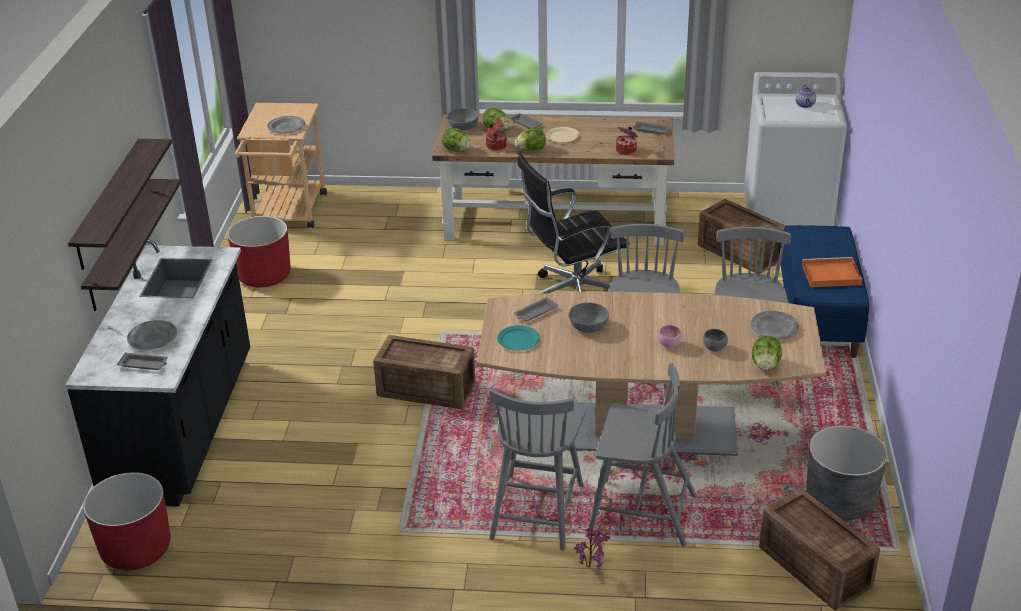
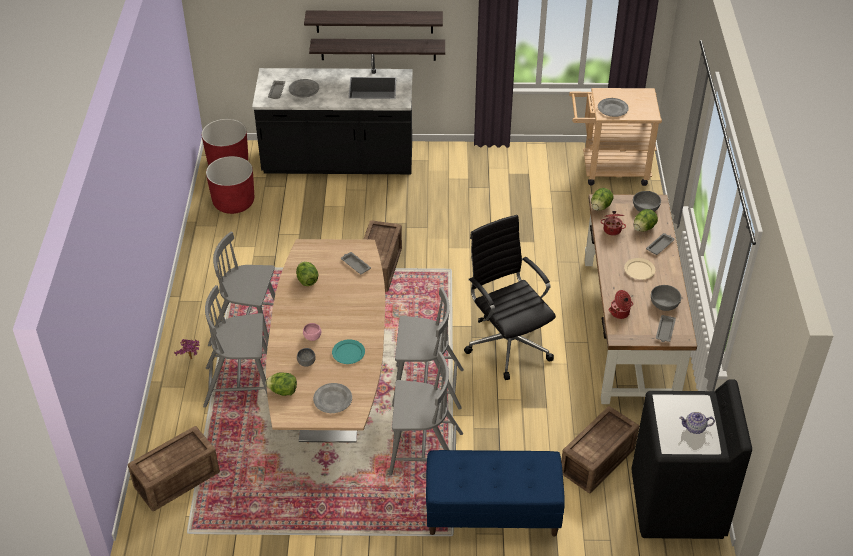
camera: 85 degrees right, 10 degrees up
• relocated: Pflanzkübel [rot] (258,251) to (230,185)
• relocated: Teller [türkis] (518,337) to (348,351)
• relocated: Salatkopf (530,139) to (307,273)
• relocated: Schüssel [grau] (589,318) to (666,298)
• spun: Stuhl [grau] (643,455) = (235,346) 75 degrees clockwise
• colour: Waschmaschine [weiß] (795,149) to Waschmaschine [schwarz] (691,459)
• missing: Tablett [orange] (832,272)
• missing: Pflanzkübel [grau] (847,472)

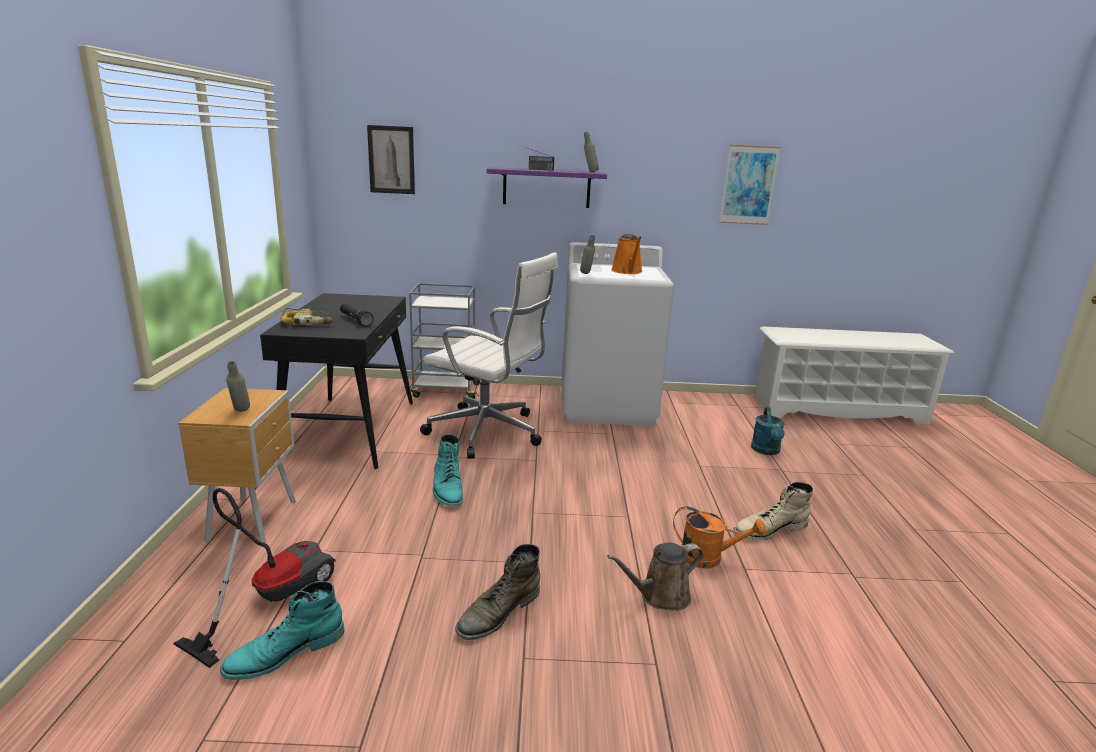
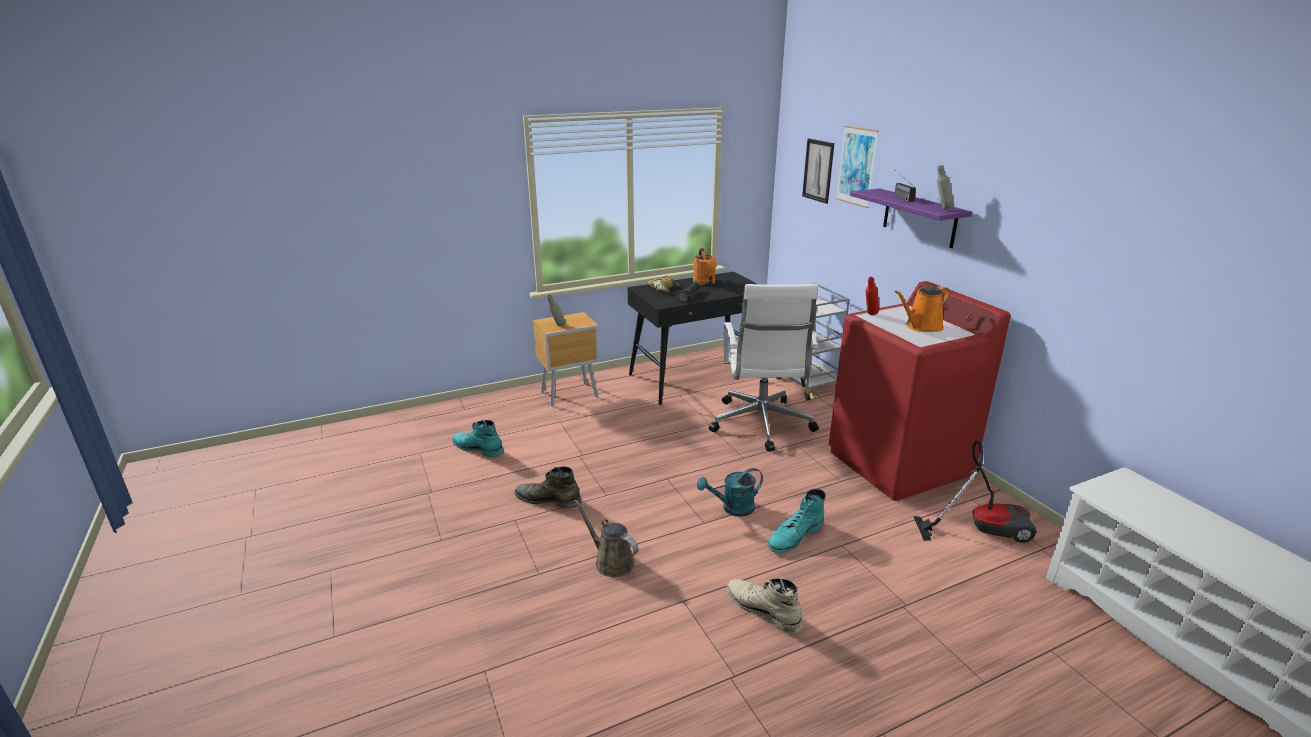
camera: 65 degrees right, 5 degrees up
• relocated: Staubsauger (254,578) to (975,491)
• relocated: Stiefel [türkis] (448,470) to (796,521)
• colour: Waschmaschine [weiß] (618,334) to Waschmaschine [rot] (920,391)
• colour: Flasche [grau] (587,254) to Flasche [rot] (872,296)
• relocated: Gießkanne [orange] (719,537) to (705,266)
• relocated: Bild (749,185) to (857,167)
• relocated: Gießkanne [türkis] (767,431) to (730,492)

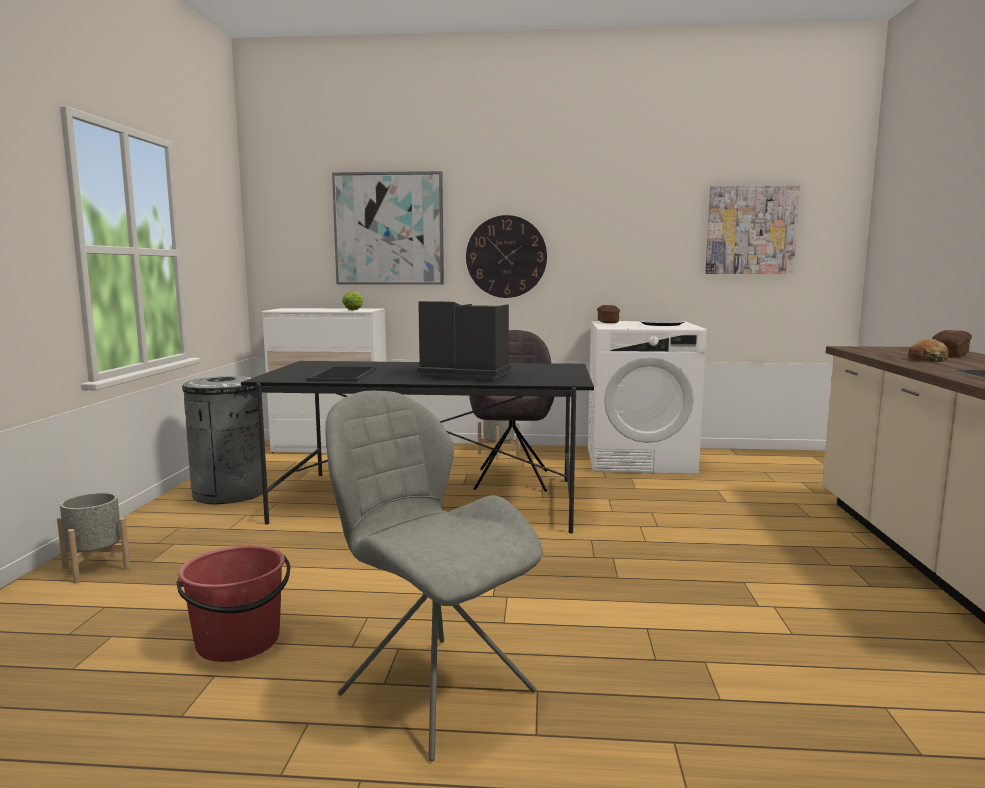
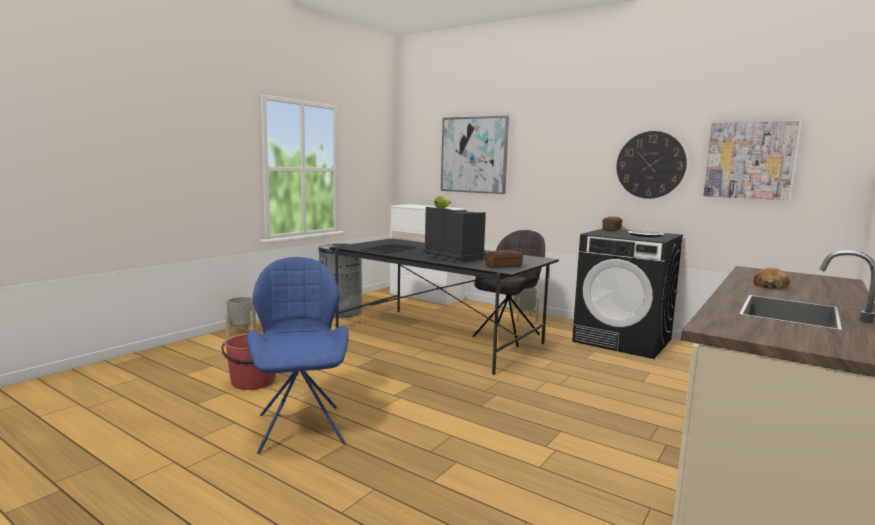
camera: 30 degrees right, 0 degrees up
• colour: Stuhl [grau] (434,576) to Stuhl [blau] (298,355)
• relocated: Wanduhr (506,256) to (652,165)
• colour: Waschmaschine [weiß] (647,397) to Waschmaschine [schwarz] (627,294)
• relocated: Brot (952,343) to (504,259)

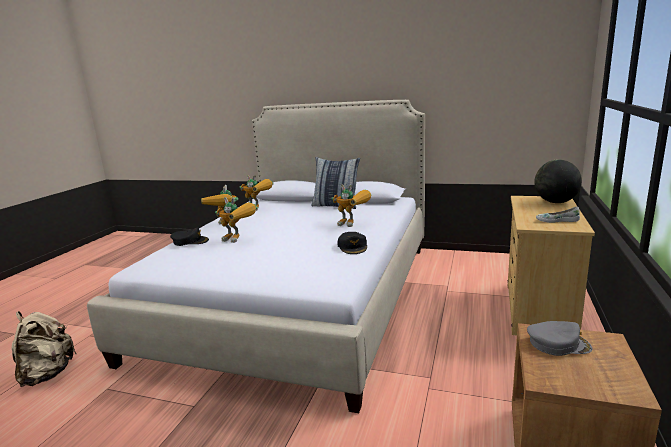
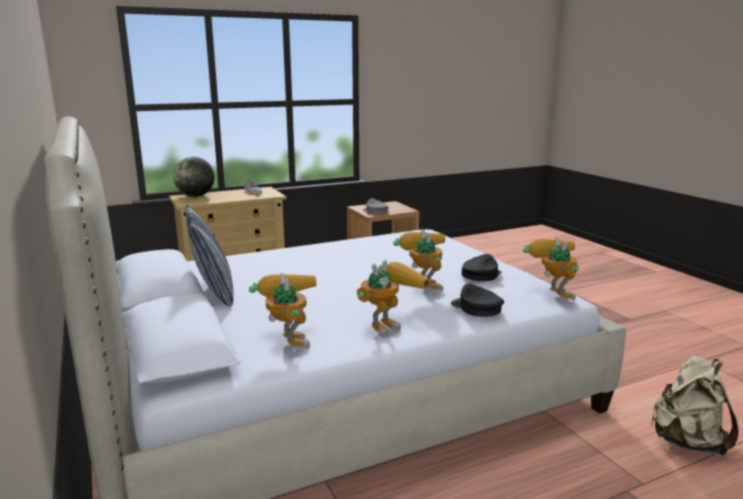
camera: 135 degrees left, 0 degrees up
• relocated: Spielzeugroboter (351,205) to (551,268)
• relocated: Kappe [schwarz] (352,243) to (481,267)

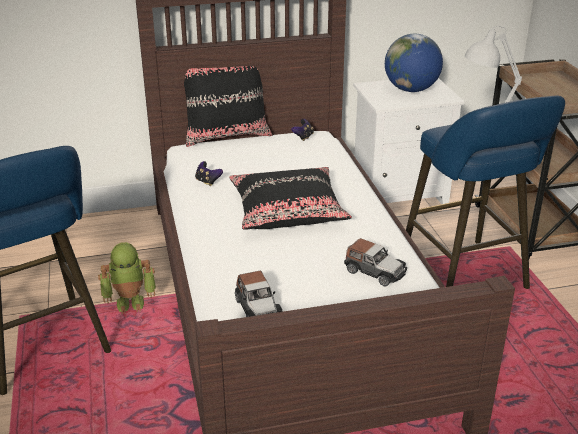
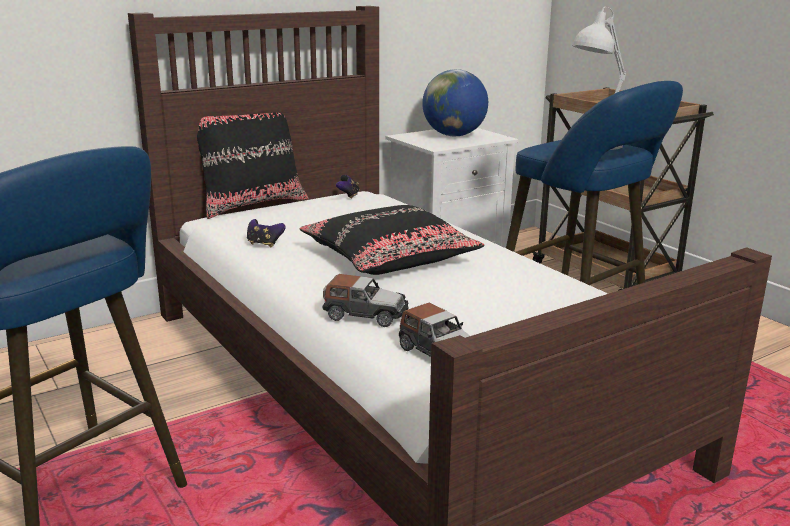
camera: 20 degrees left, 10 degrees down
• missing: Spielzeugroboter (127,278)
• relocated: Spielzeugauto (375,262) to (365,300)

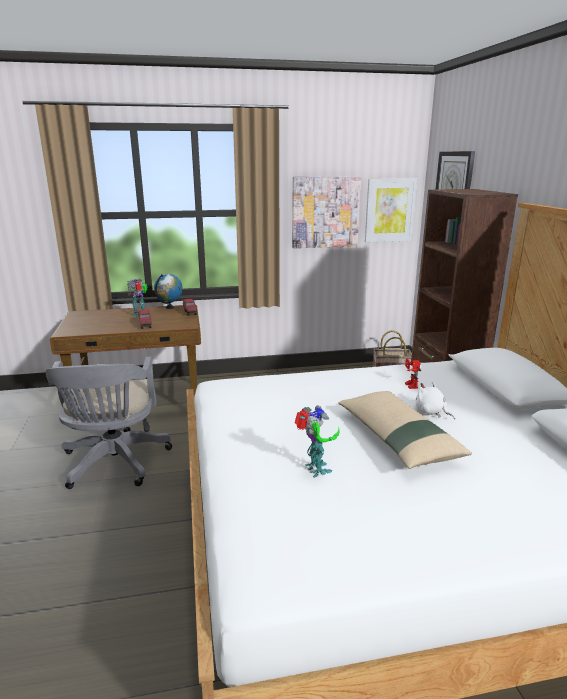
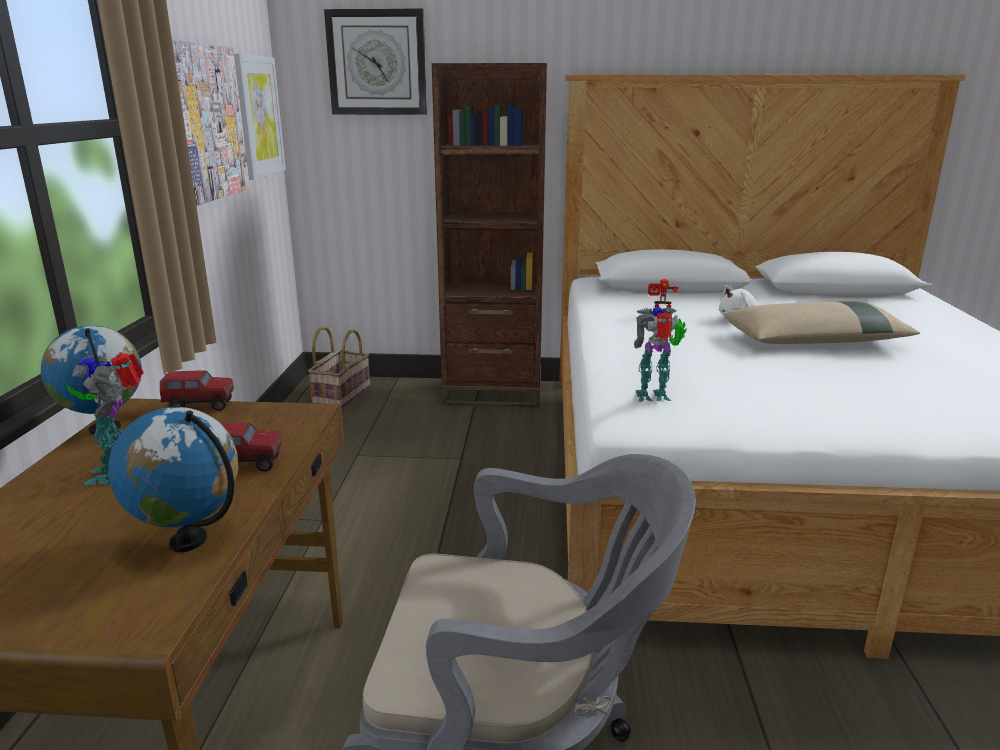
camera: 75 degrees left, 0 degrees up
• relocated: Spielzeugroboter (317,441) to (660,354)
• appeared: Globus (173,479)

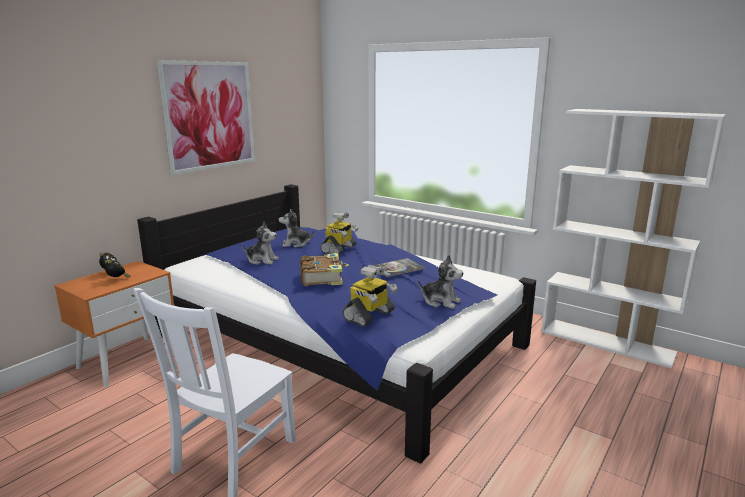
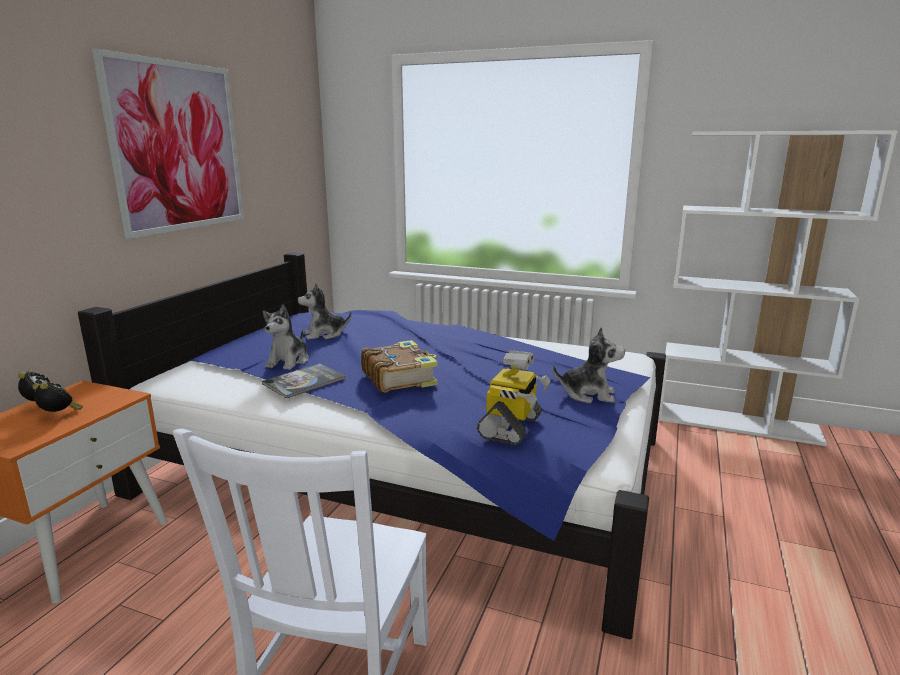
camera: 15 degrees left, 0 degrees up
• spun: Plüschtier (260,243) = (286,337) 105 degrees clockwise
• missing: Spielzeugroboter (339,233)
• relocated: Buch (398,267) to (304,381)

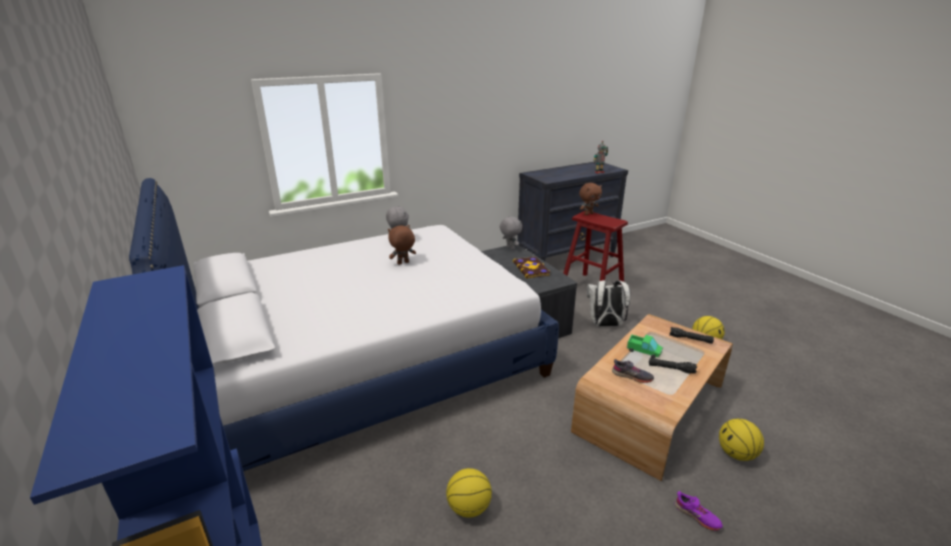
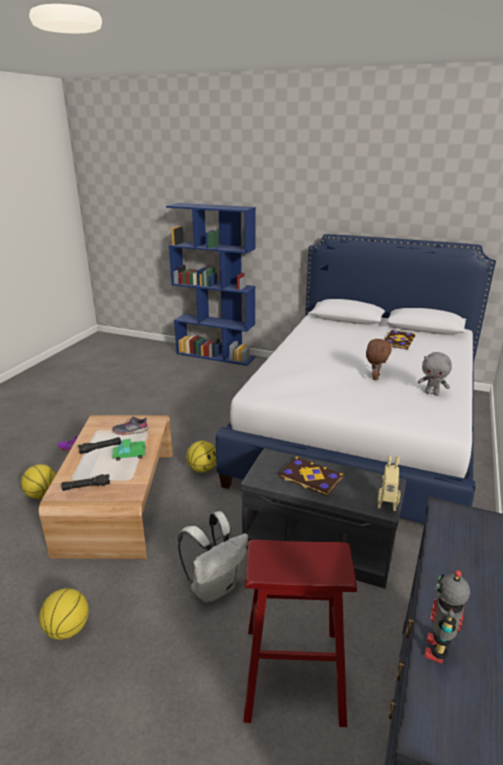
camera: 140 degrees right, 0 degrees up
• relocated: Basketball (469,493) to (201,457)
• exchanged: Plüschtier [grau] (511,233) to Spielzeugroboter (389,483)
• missing: Plüschtier [braun] (590,199)
• appeared: Buch (400,339)

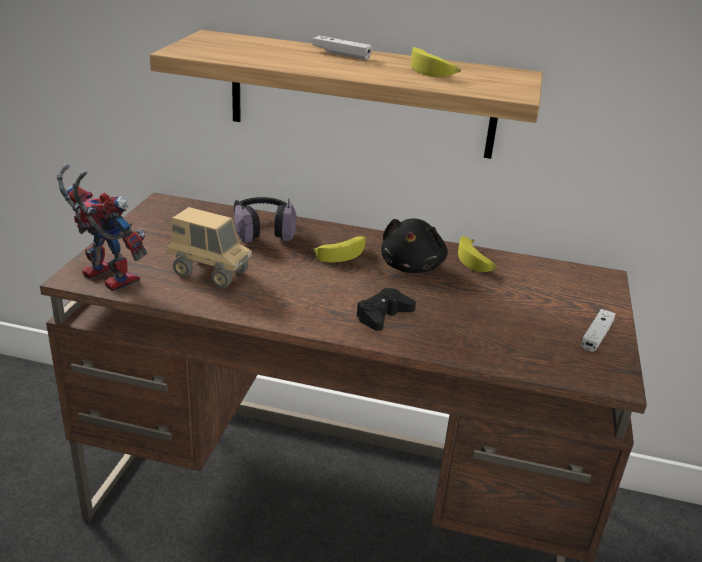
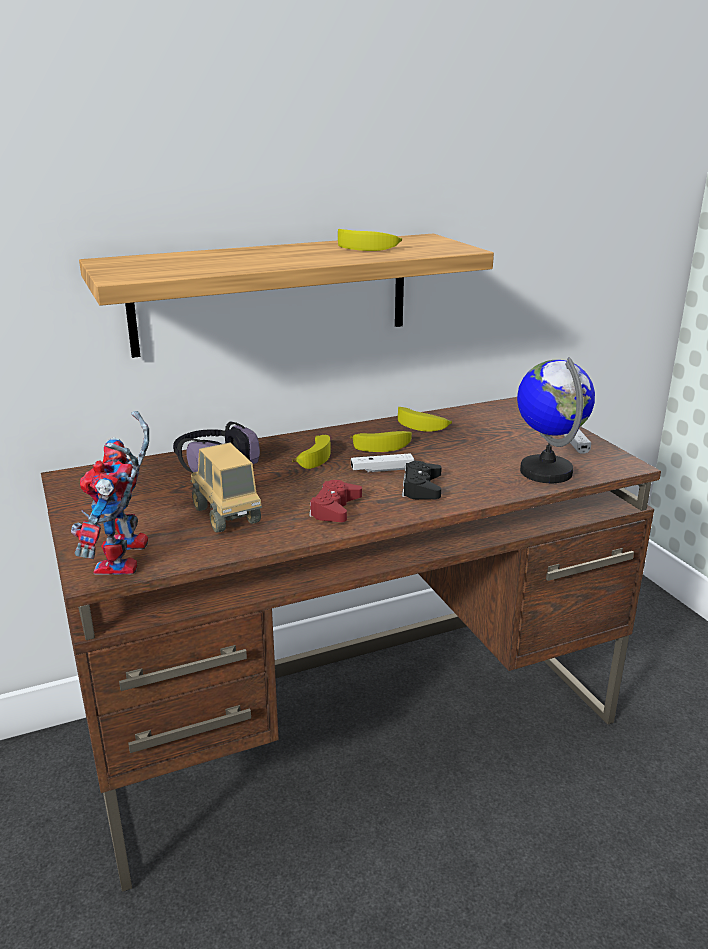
camera: 35 degrees left, 5 degrees down
• spun: Spielzeugroboter (102,227) = (110,493) 90 degrees counterclockwise
• spun: Spielzeuglaster (210,247) = (226,488) 105 degrees counterclockwise
• relocated: Gamepad [weiß] (342,48) to (382,462)
• exchanged: Plüschtier [schwarz] (414,245) to Banane (381,441)
• appeared: Gamepad [rot] (335,501)
• appeared: Globus (556,420)

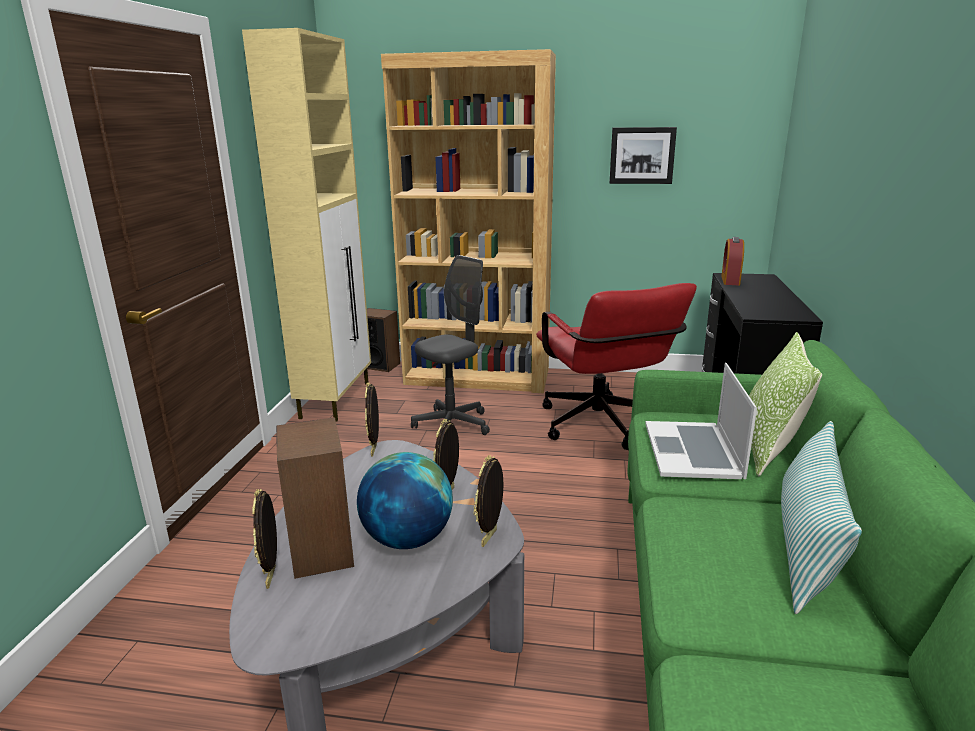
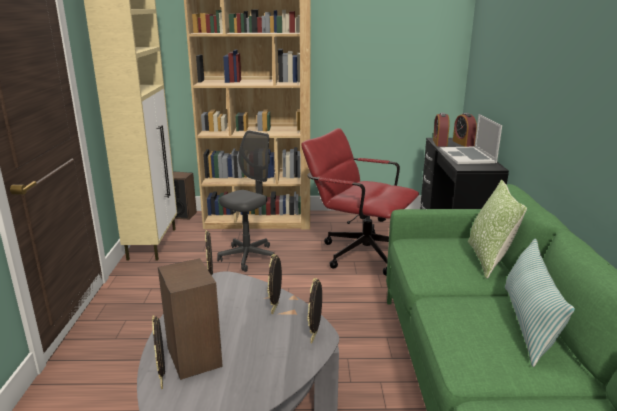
camera: 10 degrees left, 0 degrees up
• missing: Globus (405,500)
• spun: Bürostuhl [rot] (616,366) = (360,202) 150 degrees clockwise
• missing: Bild (643,155)
• relocated: Laptop (701,421) to (471,139)
• appeared: Wecker (465,130)

